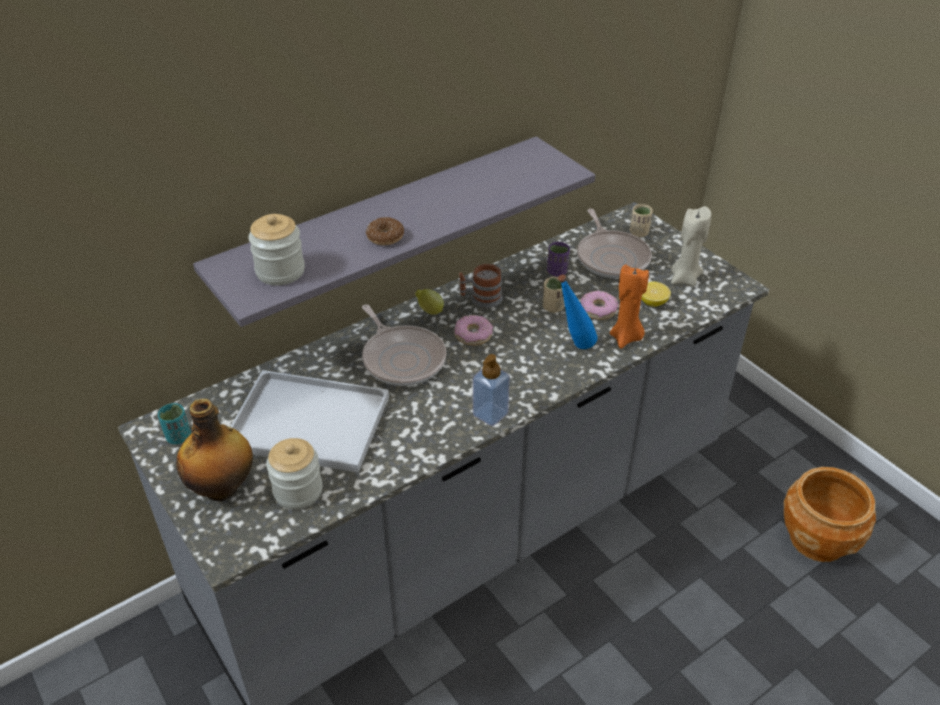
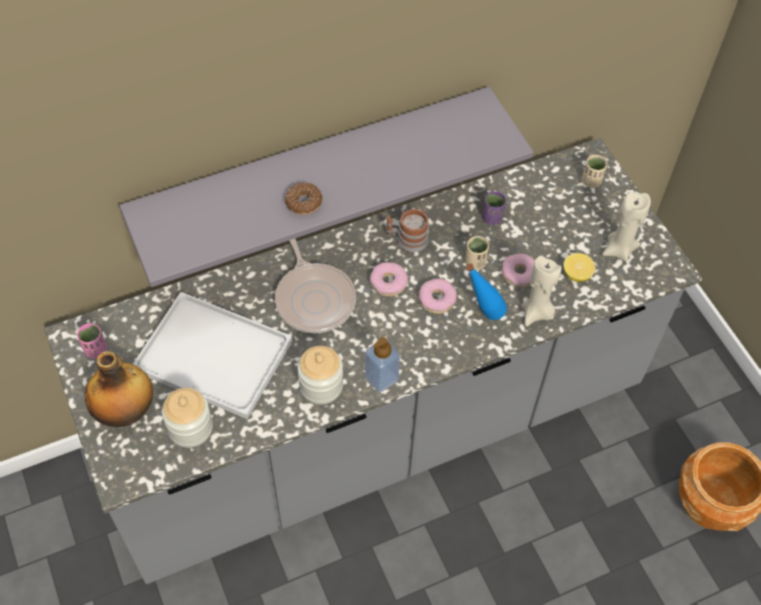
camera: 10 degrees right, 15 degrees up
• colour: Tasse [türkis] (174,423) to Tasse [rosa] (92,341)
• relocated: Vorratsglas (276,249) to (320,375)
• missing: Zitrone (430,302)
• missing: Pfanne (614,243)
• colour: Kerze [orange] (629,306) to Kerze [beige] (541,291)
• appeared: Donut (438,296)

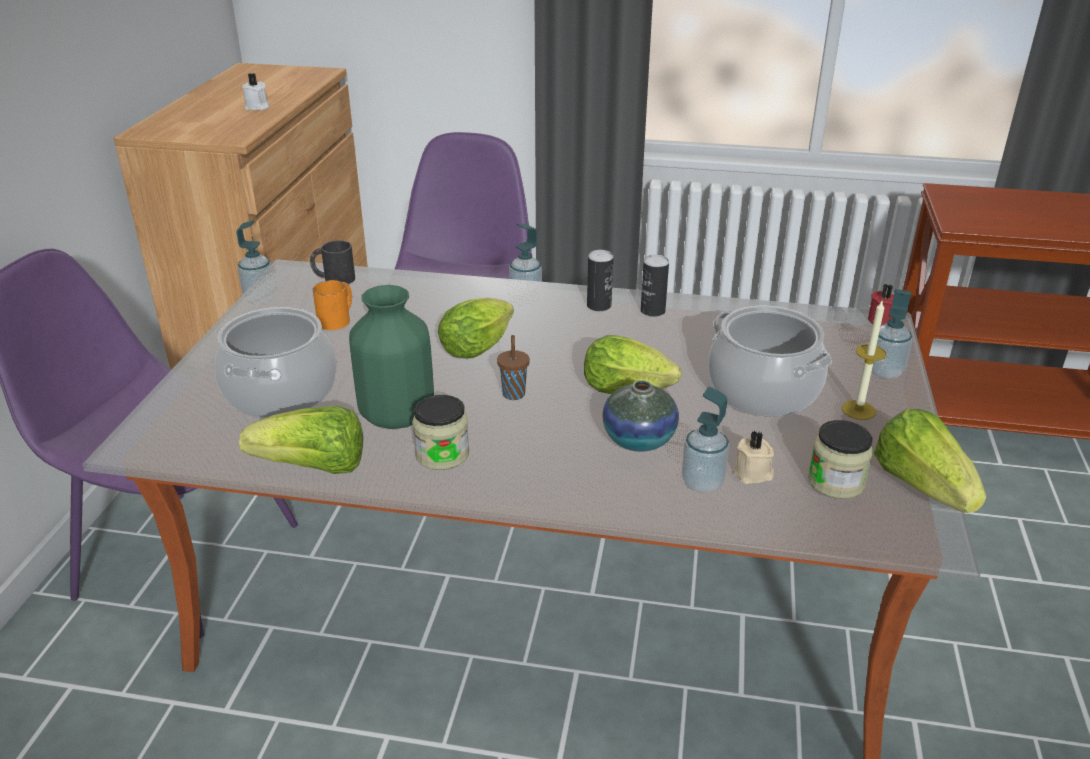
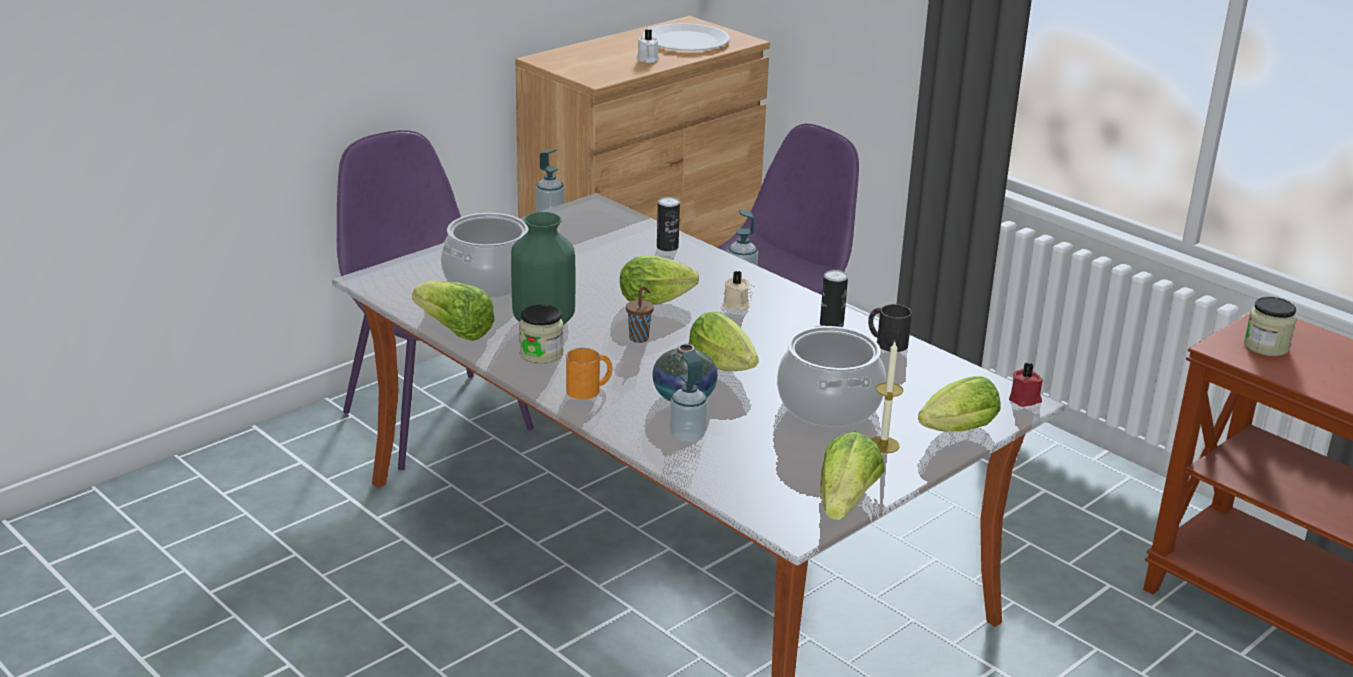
camera: 35 degrees right, 5 degrees down
• relocated: Henkelbecher [schwarz] (332,262) to (890,328)
• relocated: Henkelbecher [orange] (332,305) to (589,373)
• relocated: Dose (600,280) to (668,224)
• relocated: Kerze [beige] (753,457) to (736,291)
• relocated: Vorratsglas (840,459) to (1270,326)
• exchanged: Seifenspender (892,334) to Salatkopf (959,404)
• appeared: Teller [weiß] (686,37)

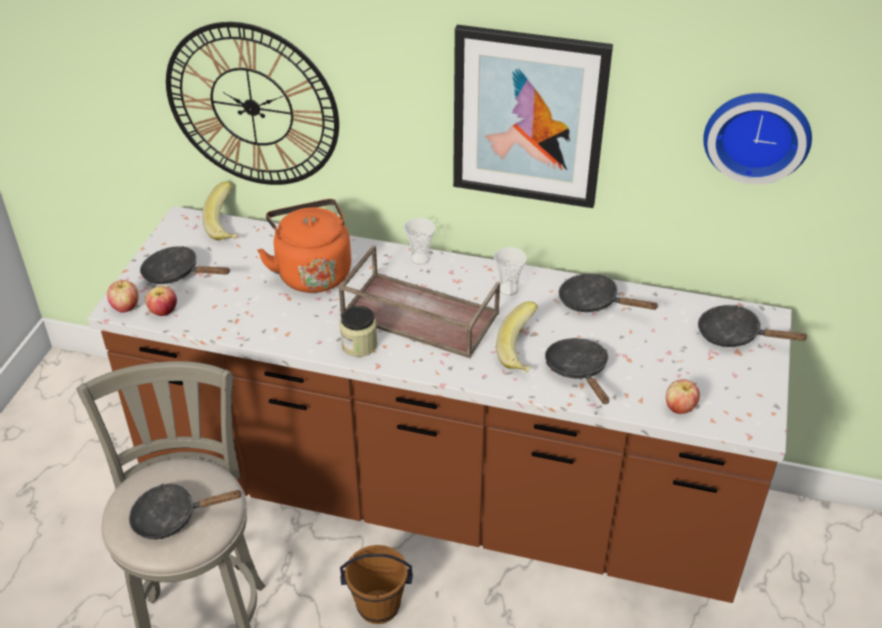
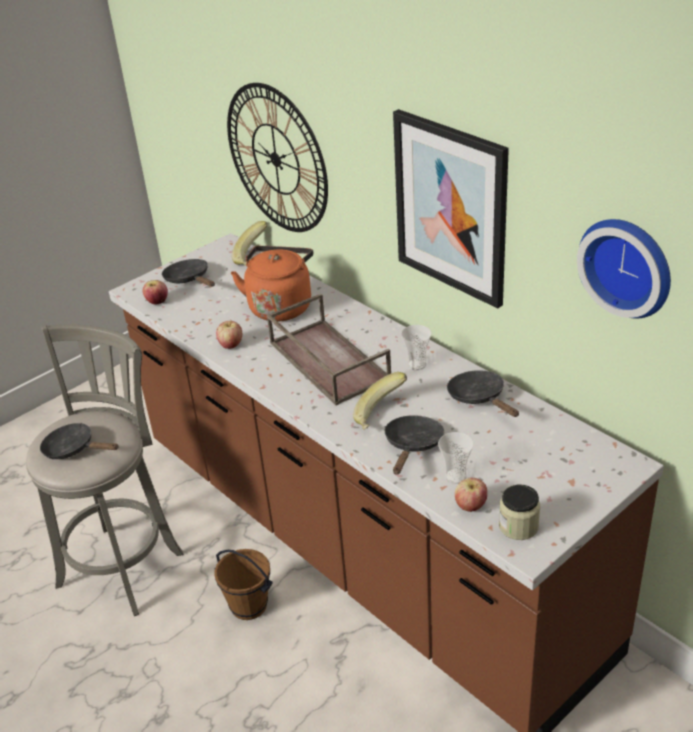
camera: 35 degrees right, 5 degrees down
• relocated: Apfel (123,296) to (229,334)
• relocated: Vorratsglas (358,331) to (519,512)
• relocated: Tasse (419,241) to (456,458)
• missing: Pfanne [schwarz] (753,326)

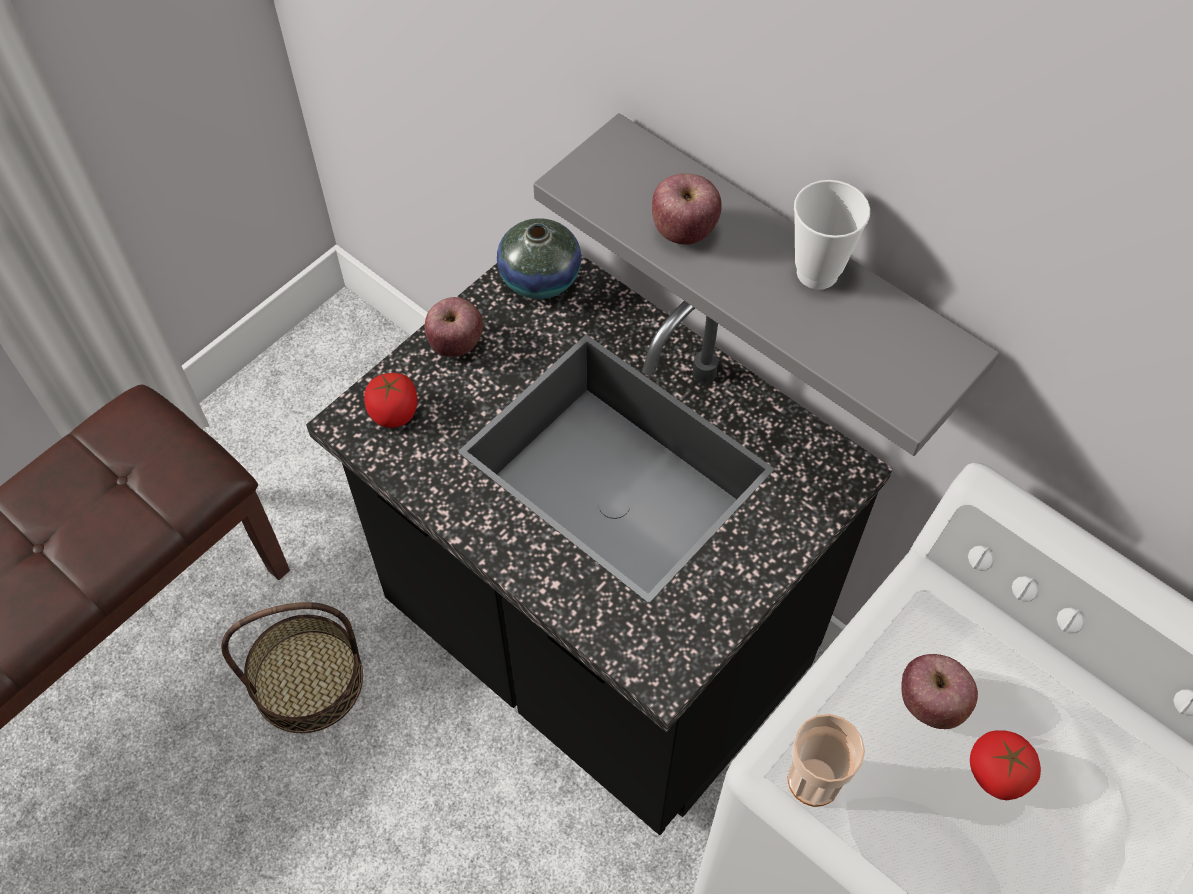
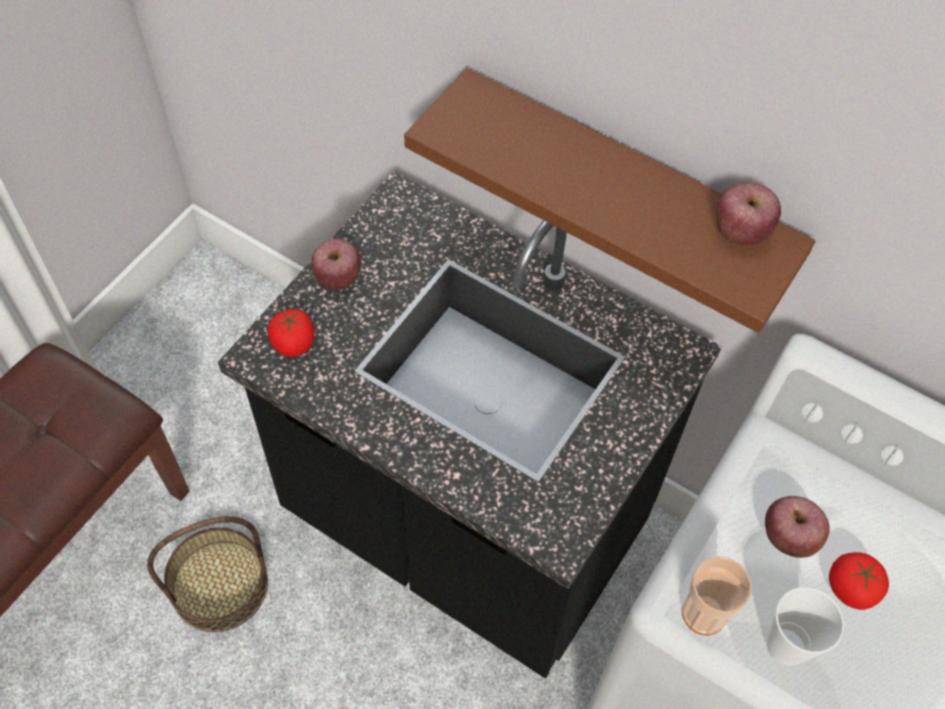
camera: 10 degrees left, 0 degrees up
• missing: Vase (539,258)
• colour: Wandregal [grau] (766,284) to Wandregal [braun] (610,200)
• relocated: Apfel (687,208) to (748,214)
• relocated: Tasse (832,235) to (806,626)

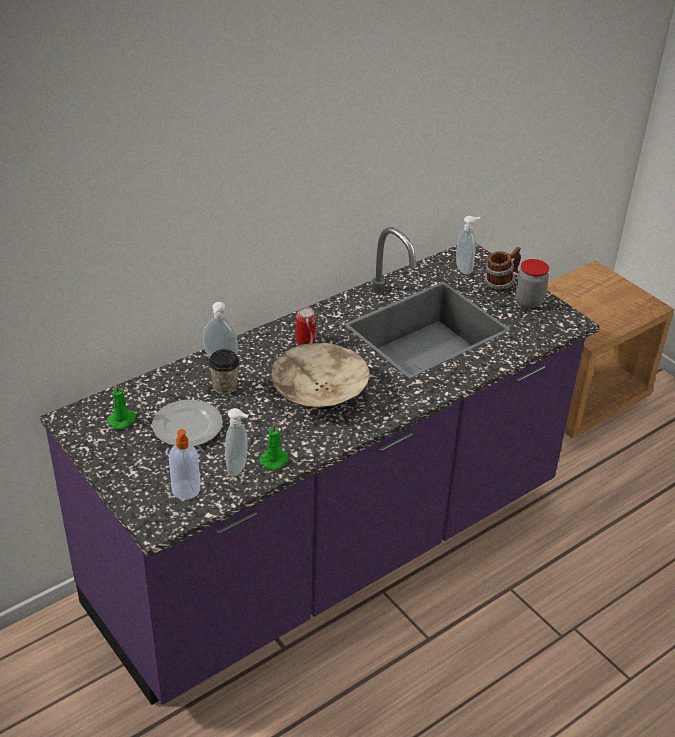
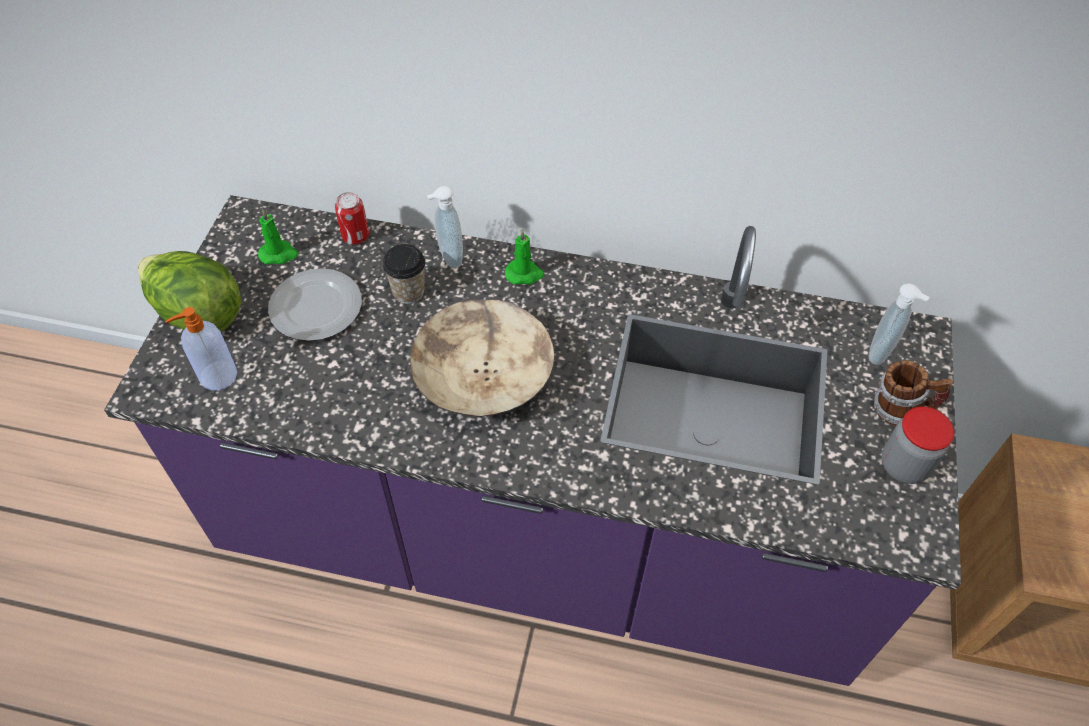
camera: 50 degrees right, 15 degrees up
• missing: Seifenspender (237,442)
• relocated: Kerze [grün] (274,446) to (525,256)
• relocated: Dose (306,326) to (352,218)
• appeared: Salatkopf (189,291)

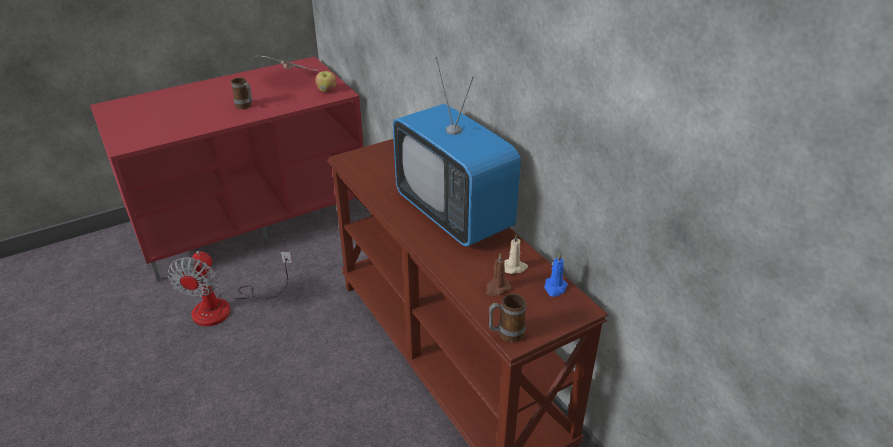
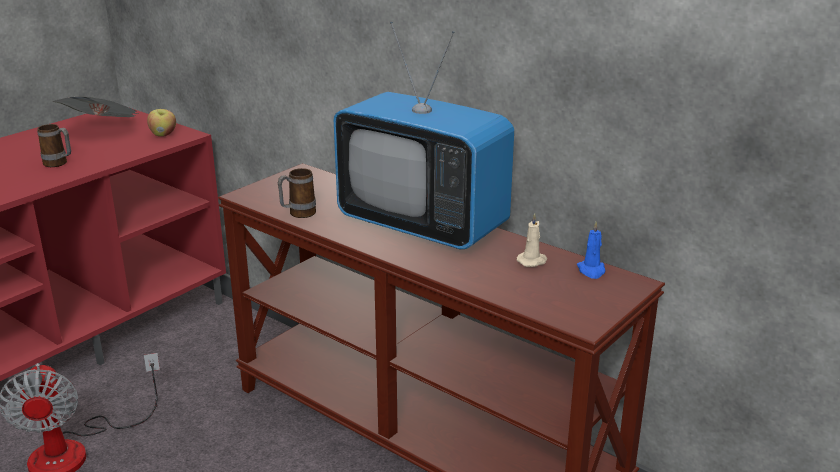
camera: 20 degrees left, 10 degrees down
• missing: Kerze [braun] (498,274)
• relocated: Henkelbecher (507,318) to (297,193)

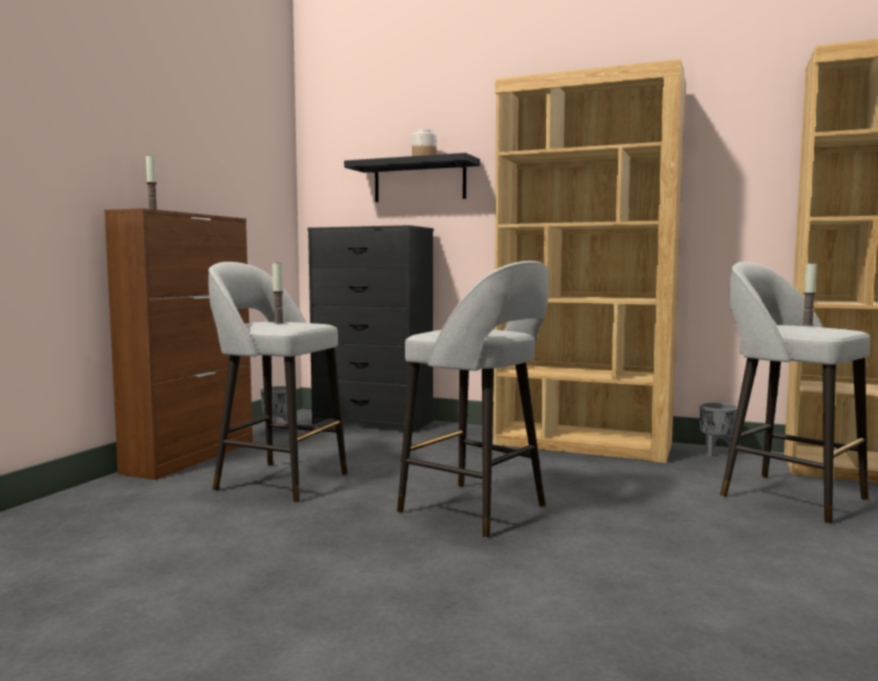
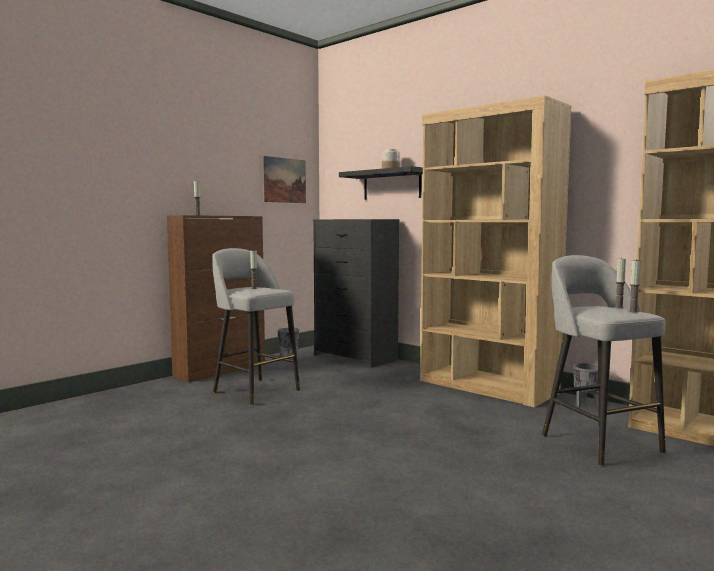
camera: 20 degrees right, 0 degrees up
• missing: Hocker [grau] (472,399)
• appeared: Bild (284,179)
• appeared: Kerze (635,285)

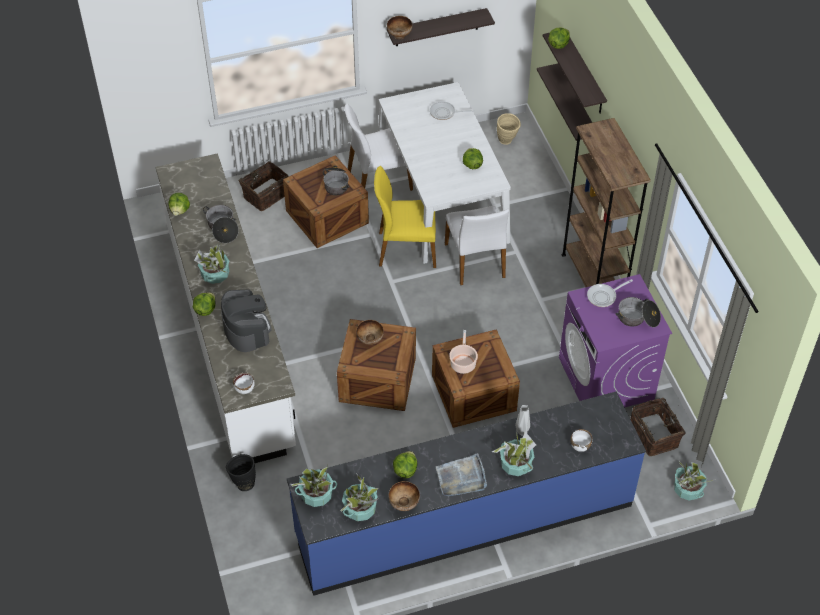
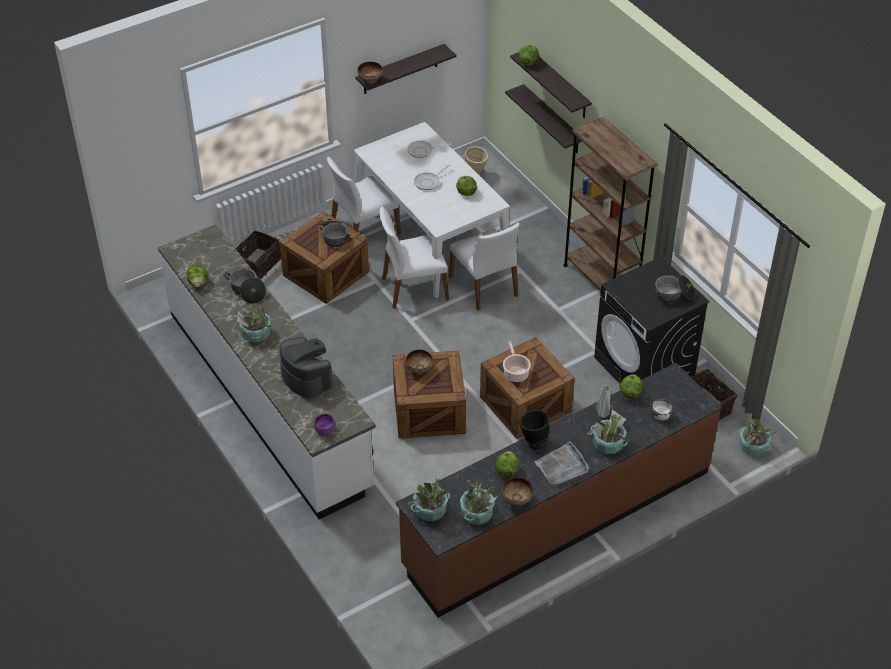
camera: 15 degrees left, 5 degrees down
• relocated: Salatkopf (204,304) to (631,386)
• relocated: Vase [schwarz] (241,472) to (534,430)
• colour: Schüssel [weiß] (244,383) to Schüssel [lila] (324,424)
• colour: Küchenzeile [blau] (466,494) to Küchenzeile [braun] (559,490)
• colour: Stuhl [gelb] (405,217) to Stuhl [weiß] (414,258)
• colour: Waschmaschine [lila] (615,340) to Waschmaschine [schwarz] (652,320)
• relocated: Pfanne (610,293) to (432,177)

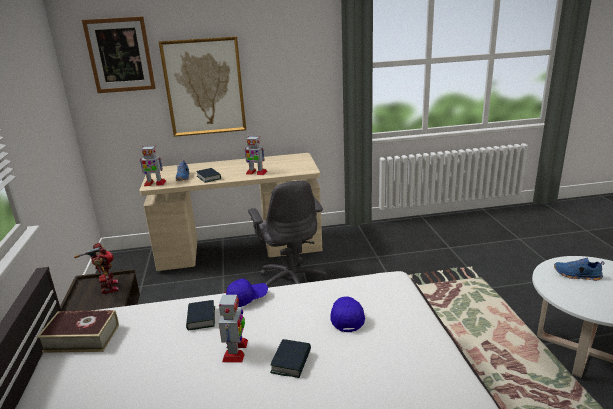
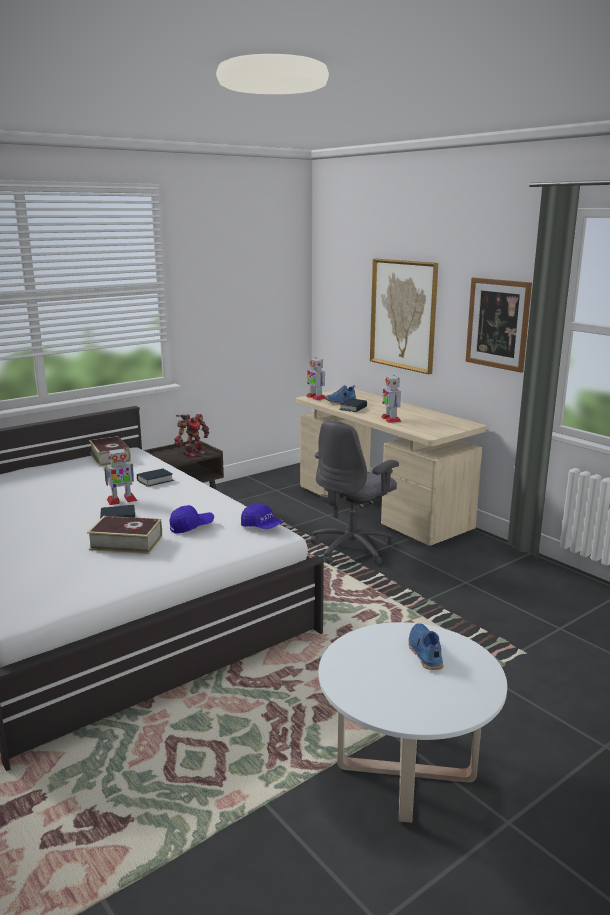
camera: 60 degrees right, 5 degrees down
• relocated: Bild (119,54) to (499,325)
• relocated: Kappe [blau] (247,293) to (262,516)
• appeared: Buch (124,535)

